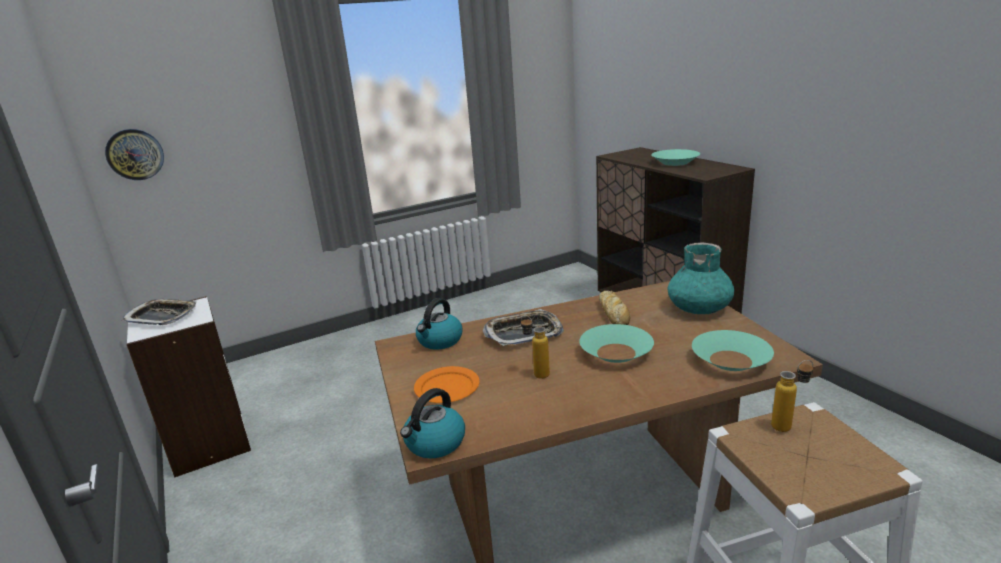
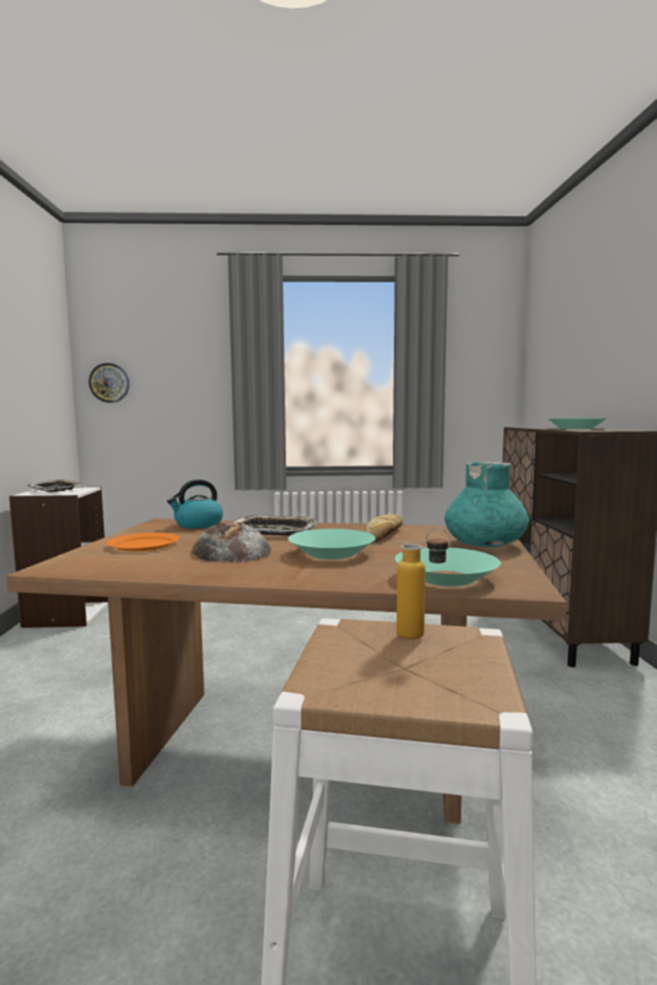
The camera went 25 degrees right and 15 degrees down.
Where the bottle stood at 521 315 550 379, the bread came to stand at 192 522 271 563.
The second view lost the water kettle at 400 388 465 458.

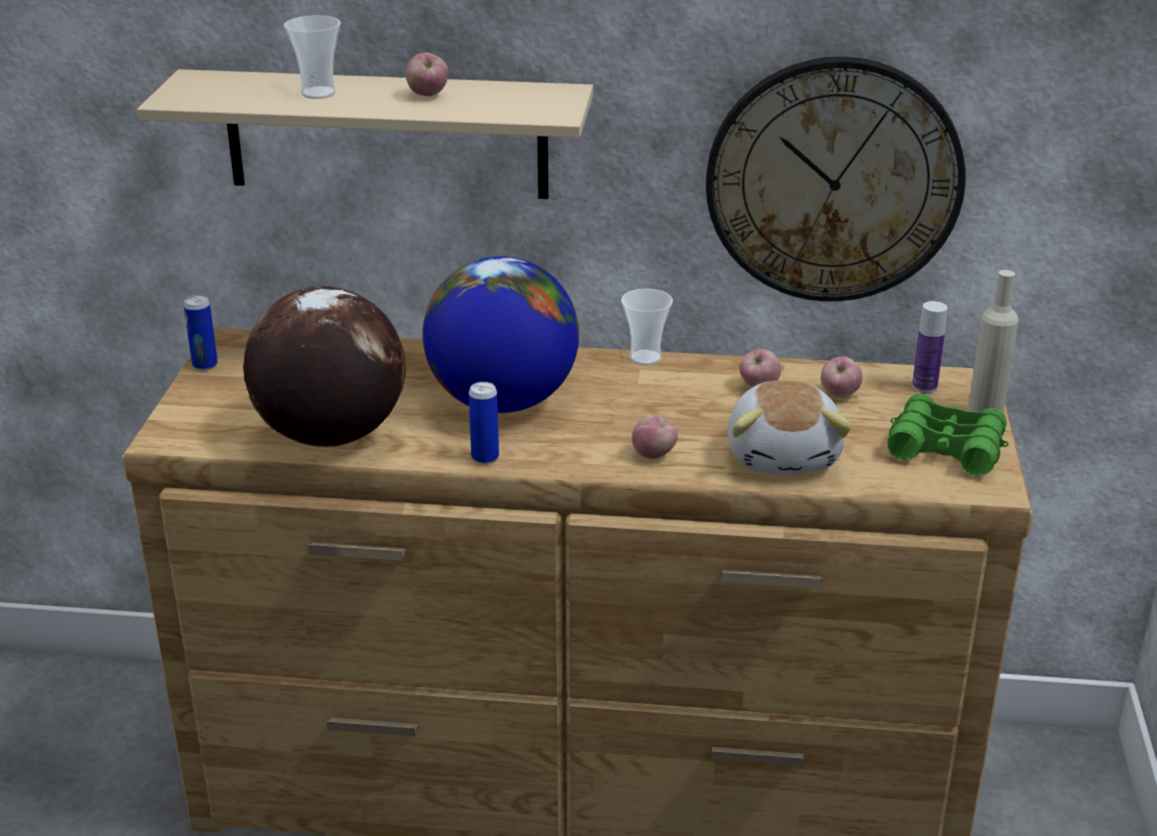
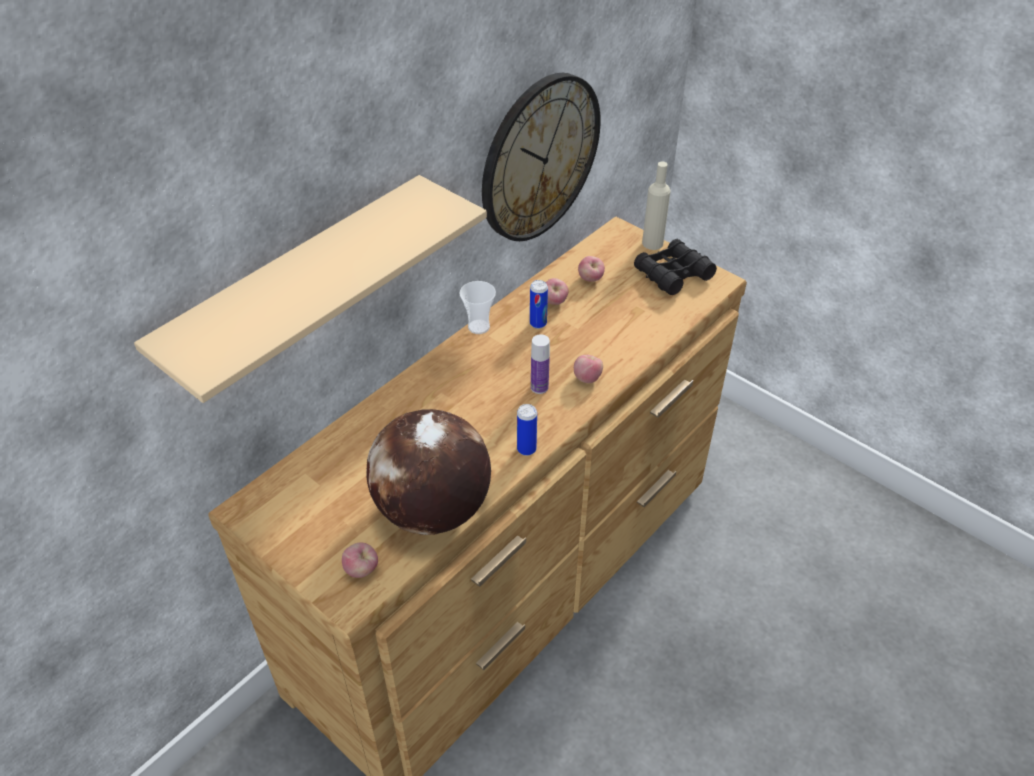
The camera went 55 degrees left and 15 degrees up.
The second view lost the cup at 284 15 341 99.
The whole apple ended up elsewhere, having gone from 406 53 449 96 to 342 543 378 578.
The second view lost the globe at 423 256 579 413.
The sealed can ended up elsewhere, having gone from 184 295 218 371 to 530 280 548 329.
The bottle ended up elsewhere, having gone from 912 301 948 393 to 531 334 550 394.
The second view lost the cuddly toy at 728 380 852 474.
What was the greenish binoculars at 887 394 1009 476 turned into the black-coloured binoculars at 634 239 717 295.

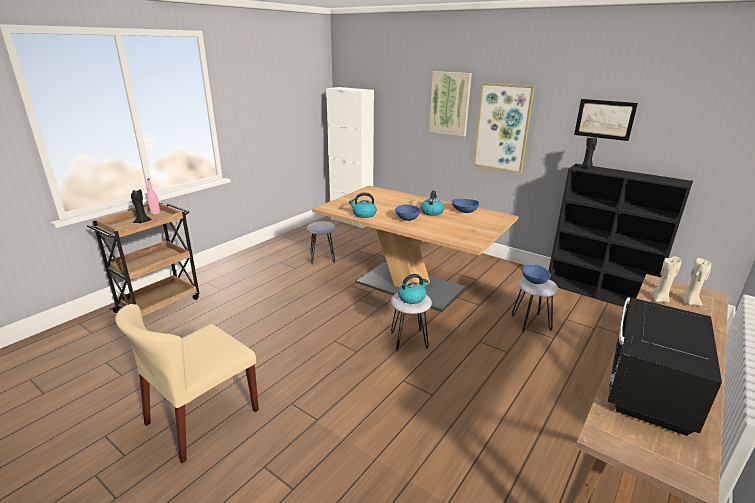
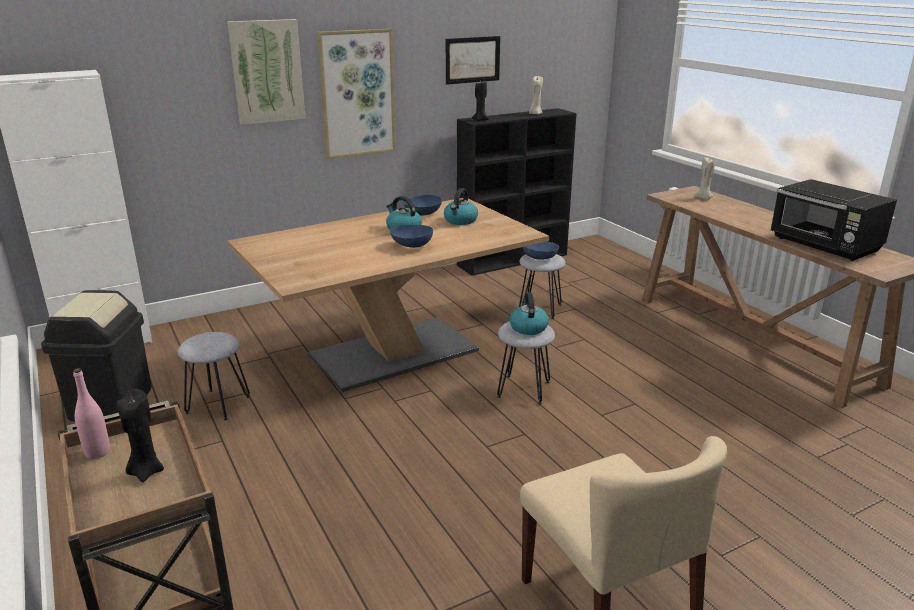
The camera went 65 degrees left and 0 degrees up.
The water kettle ended up elsewhere, having gone from 349 192 377 218 to 444 188 478 225.
The beige candle ended up elsewhere, having gone from 650 256 681 303 to 529 76 543 114.
The second view gained the black-coloured rubbish bin at 41 290 152 422.

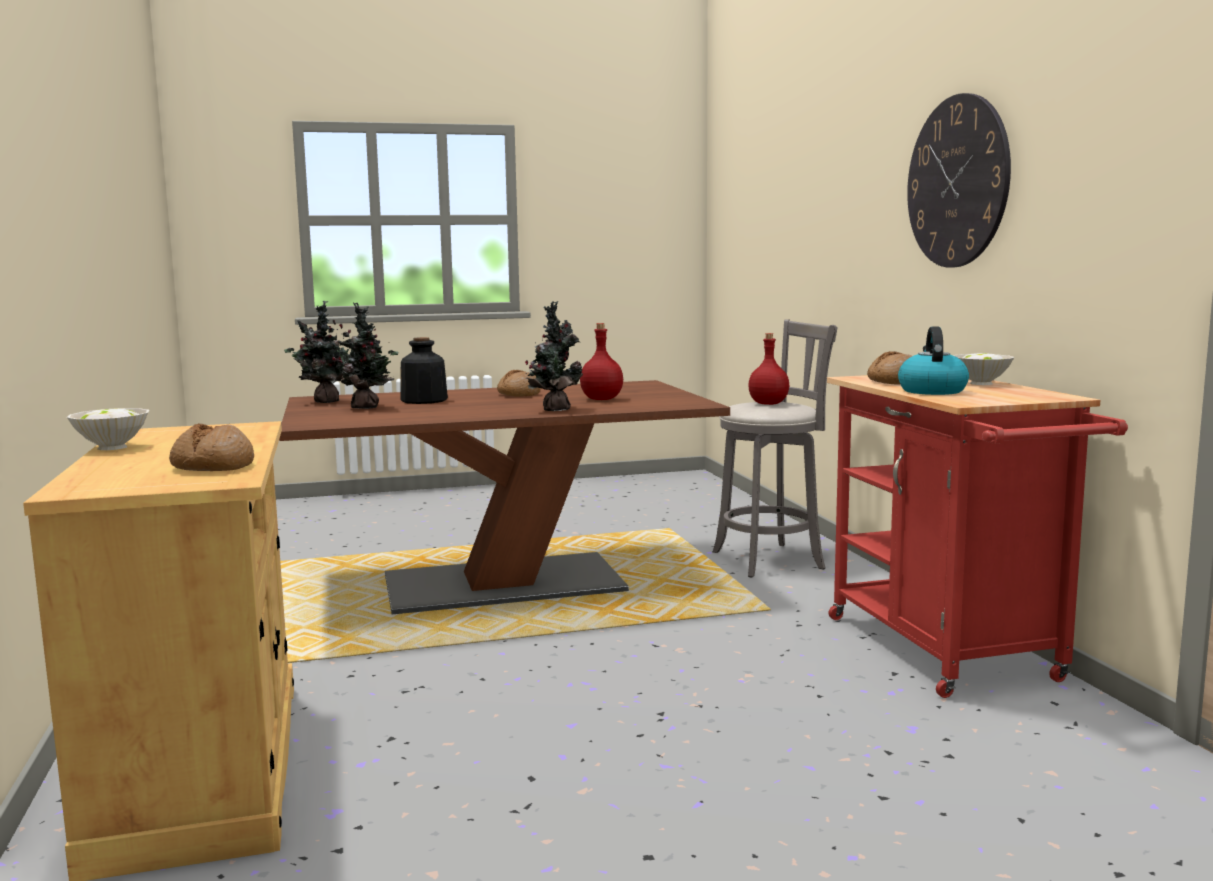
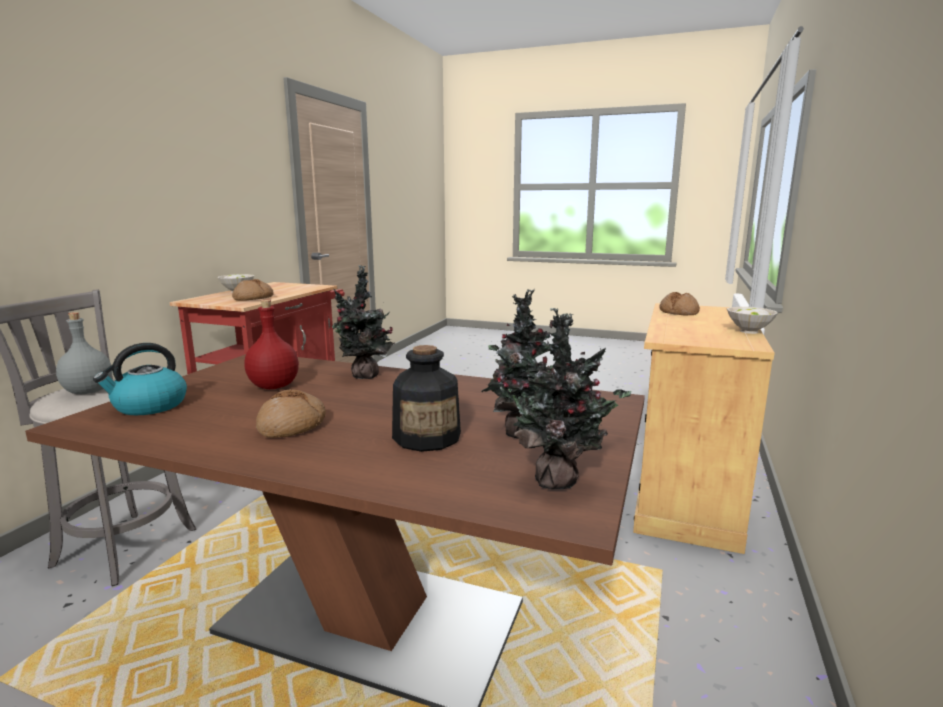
The camera went 145 degrees left and 5 degrees up.
The second view lost the clock on the wall at 907 93 1011 267.
The water kettle ended up elsewhere, having gone from 898 327 969 395 to 93 343 187 415.
What was the reddish bottle at 748 333 789 405 turned into the grey bottle at 56 312 112 394.

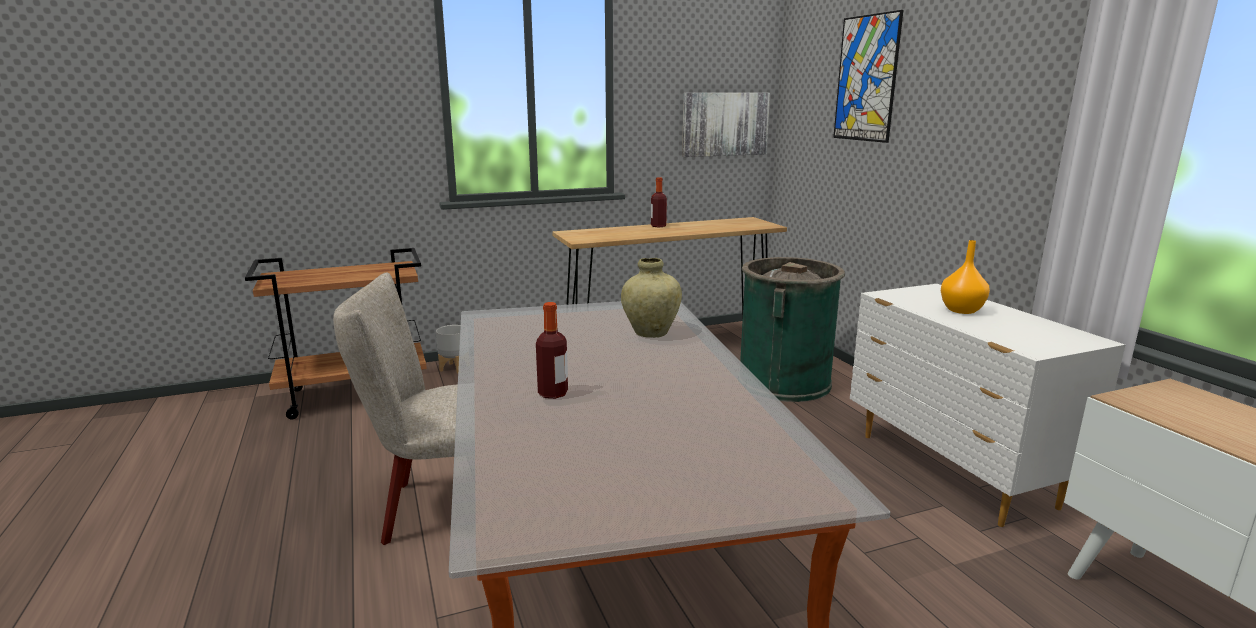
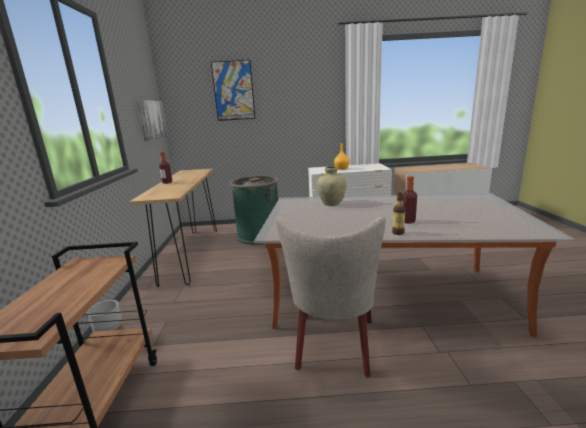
The camera went 70 degrees left and 0 degrees up.
The second view gained the bottle at 392 192 405 235.

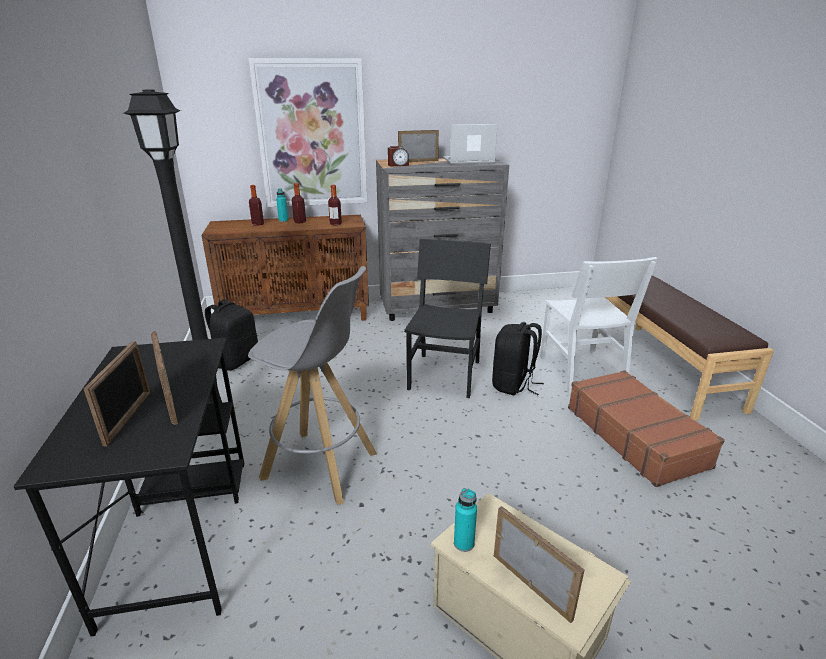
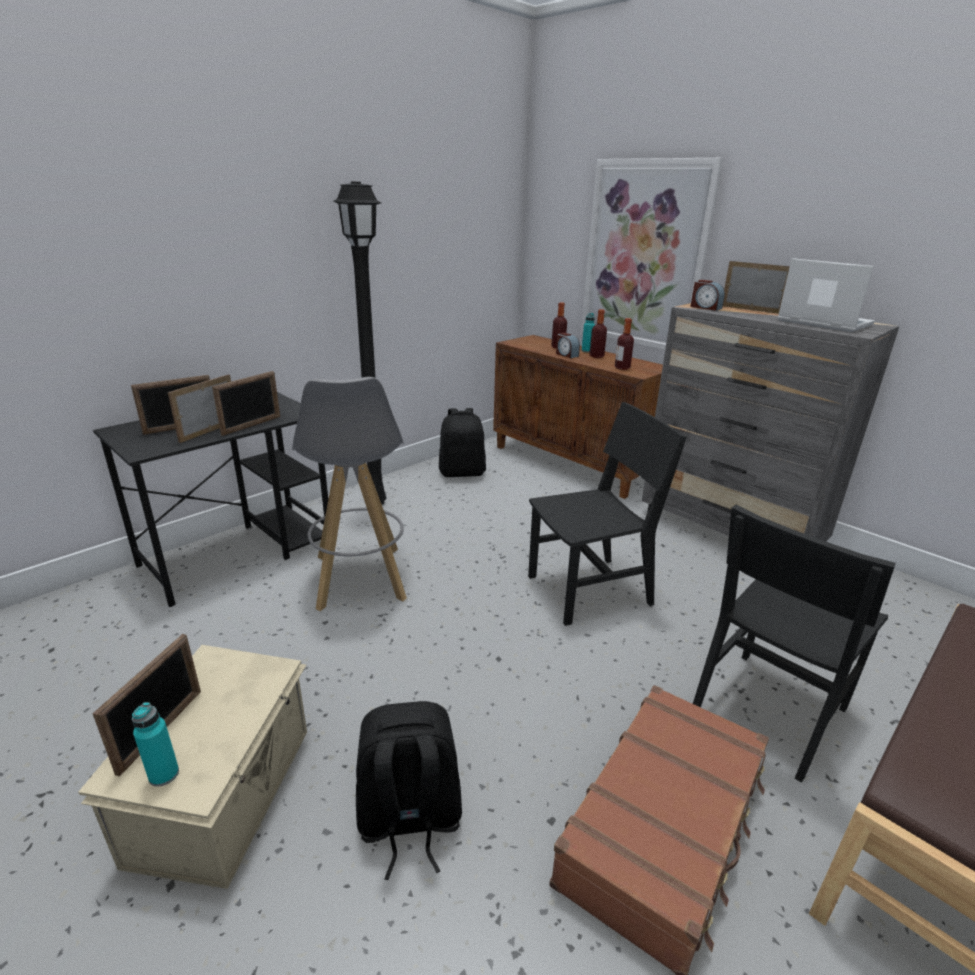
The camera went 55 degrees right and 0 degrees up.
What was the white-coloured upright chair at 540 257 658 393 turned into the black-coloured upright chair at 693 505 896 783.
The black-coloured rucksack ended up elsewhere, having gone from 492 322 544 395 to 356 701 462 880.
The turquoise-coloured bottle ended up elsewhere, having gone from 454 488 477 552 to 132 702 179 787.
The second view gained the bedside clock at 556 333 580 358.
The second view gained the standing frame at 212 371 280 436.

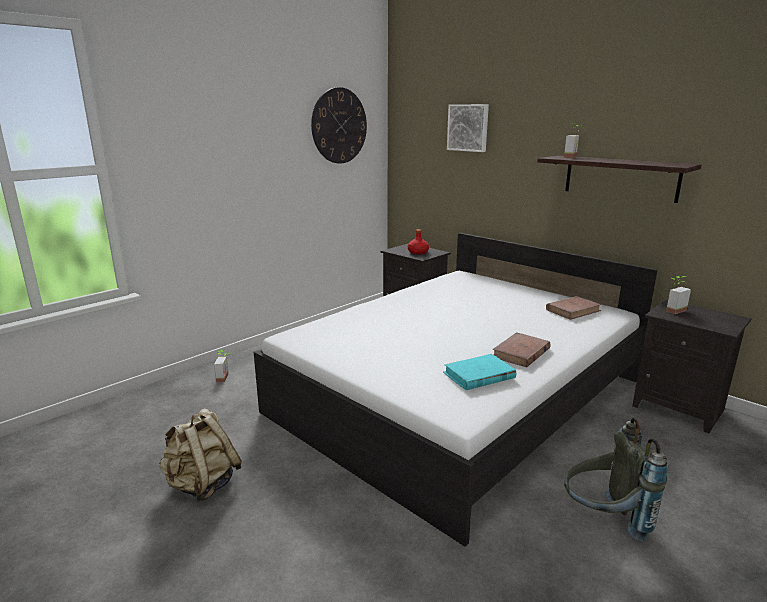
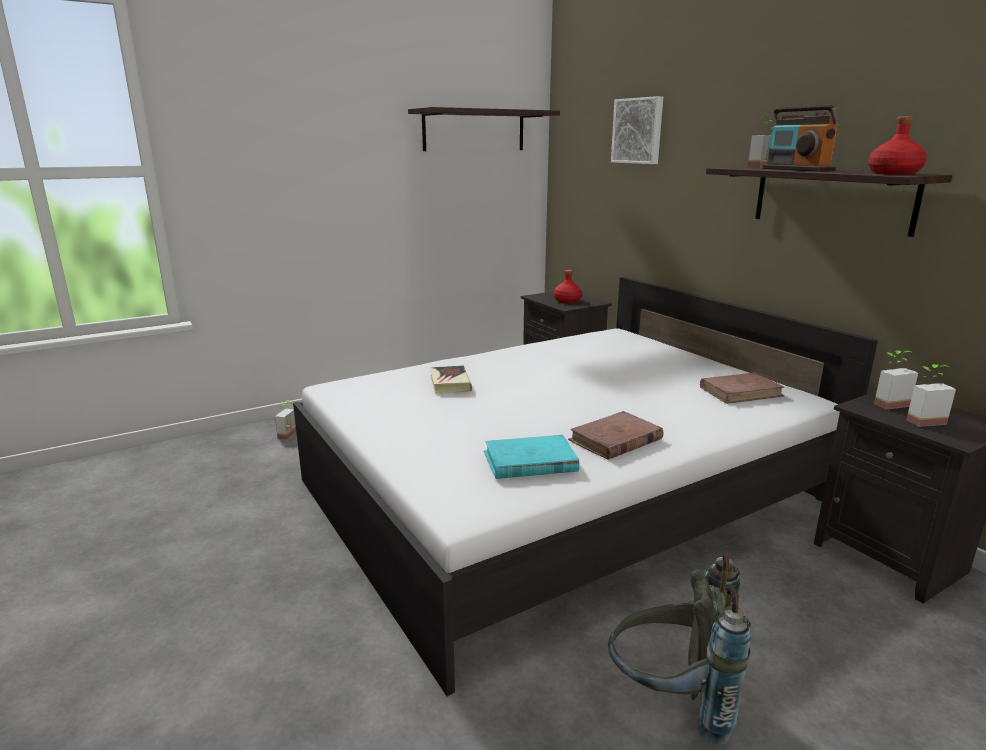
The camera went 15 degrees right and 0 degrees up.
Where the clock on the wall hung at 311 87 367 164, the wall shelf came to hang at 408 107 560 151.
The second view lost the beige rucksack at 159 408 242 502.
The second view gained the radio set at 762 105 839 172.
The second view gained the reddish bottle at 868 116 926 175.
The second view gained the potted plant at 906 364 956 427.
The second view gained the volume at 429 365 472 394.

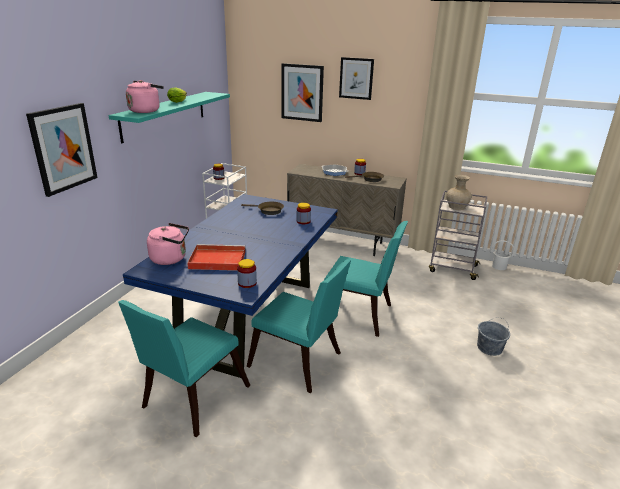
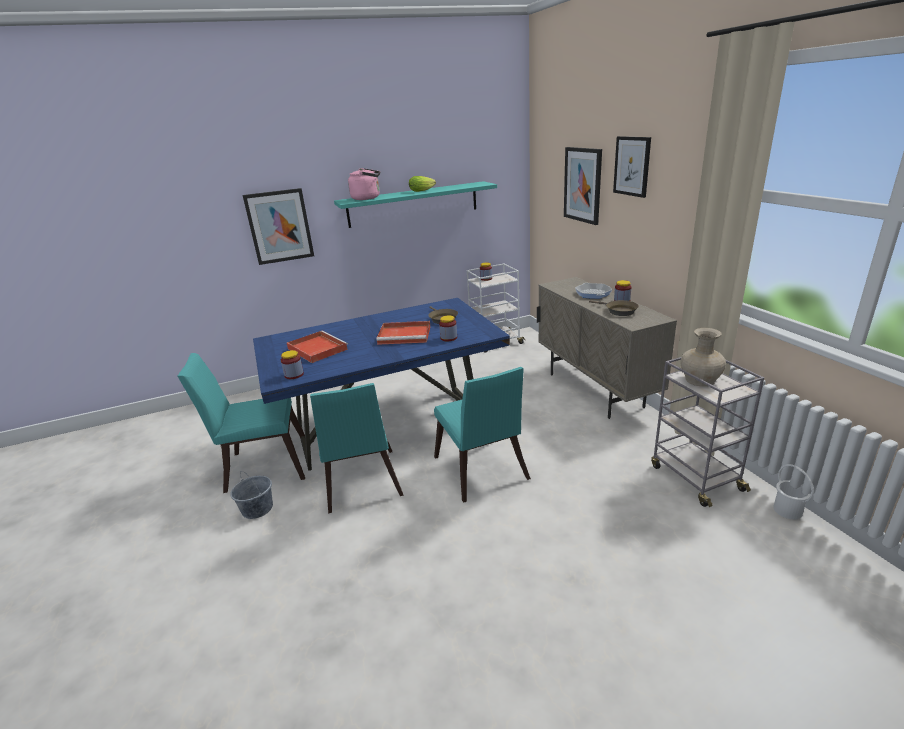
The camera went 50 degrees right and 0 degrees up.
The second view lost the pink water kettle at 147 223 189 265.
The grey bucket ended up elsewhere, having gone from 477 317 510 356 to 230 471 273 519.
The second view gained the reddish carrying tray at 377 321 430 345.

